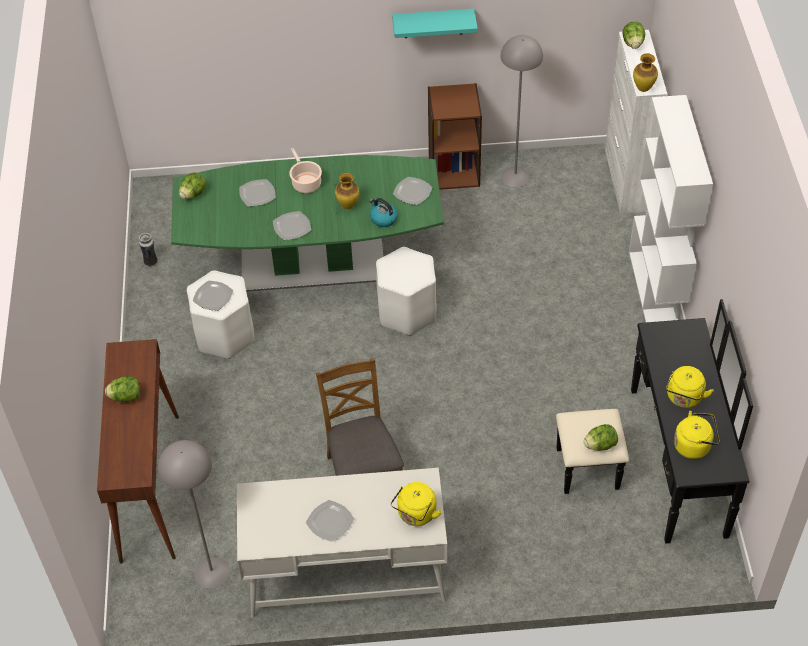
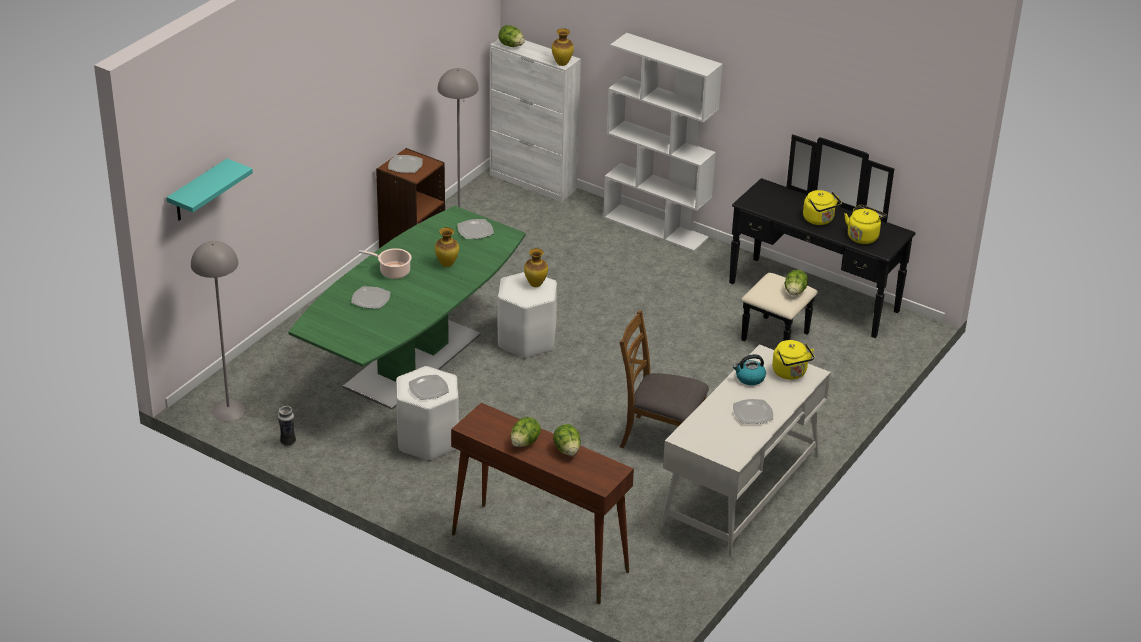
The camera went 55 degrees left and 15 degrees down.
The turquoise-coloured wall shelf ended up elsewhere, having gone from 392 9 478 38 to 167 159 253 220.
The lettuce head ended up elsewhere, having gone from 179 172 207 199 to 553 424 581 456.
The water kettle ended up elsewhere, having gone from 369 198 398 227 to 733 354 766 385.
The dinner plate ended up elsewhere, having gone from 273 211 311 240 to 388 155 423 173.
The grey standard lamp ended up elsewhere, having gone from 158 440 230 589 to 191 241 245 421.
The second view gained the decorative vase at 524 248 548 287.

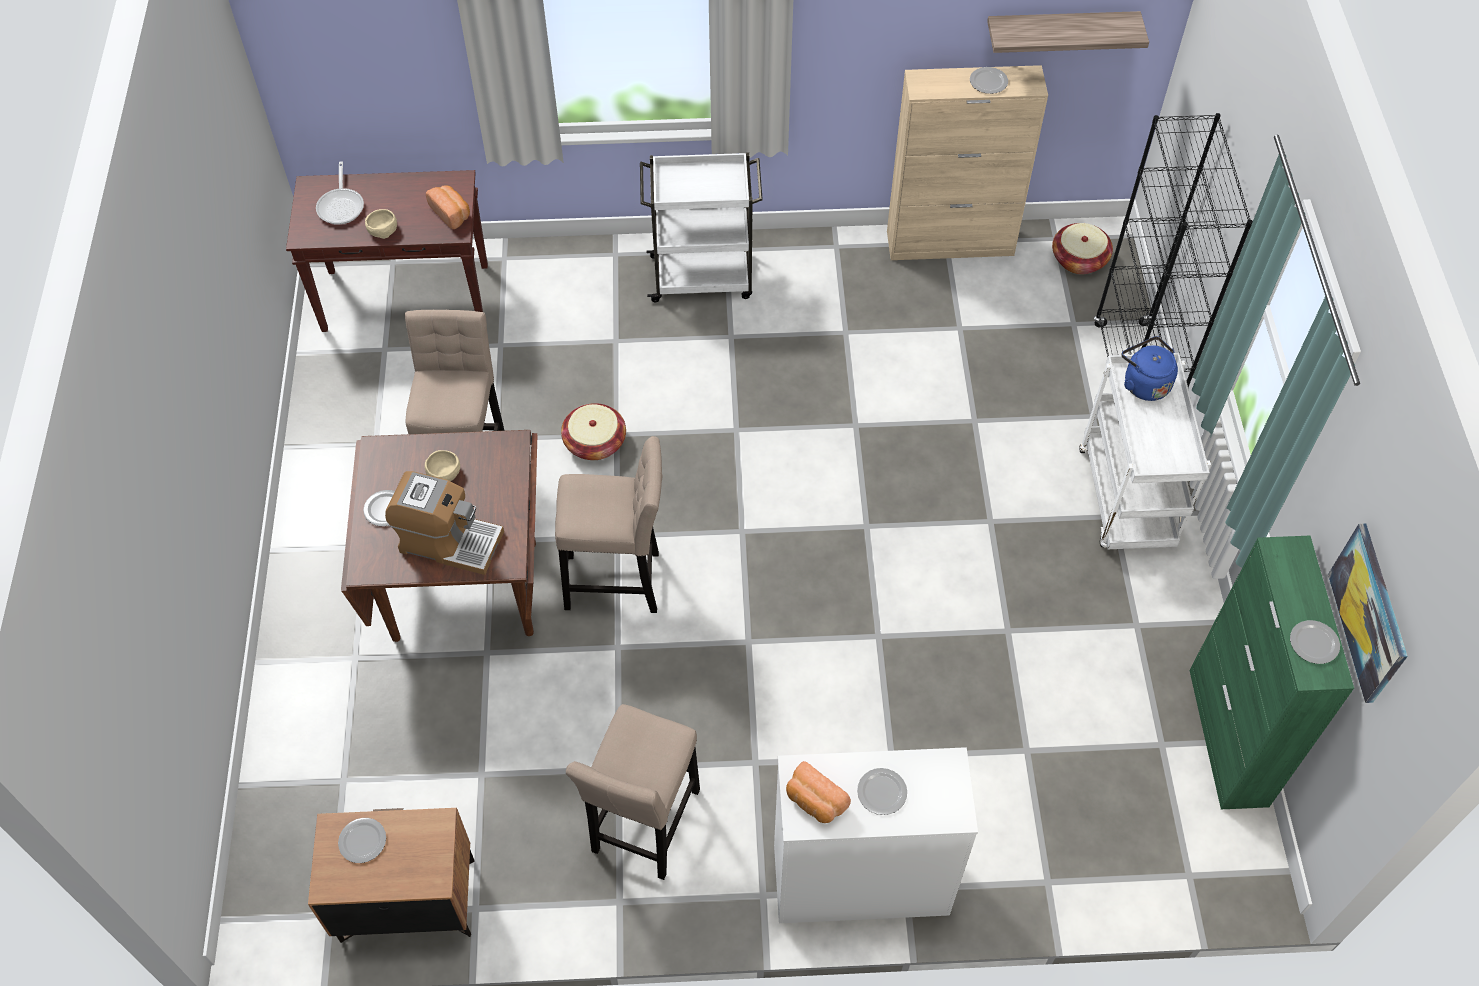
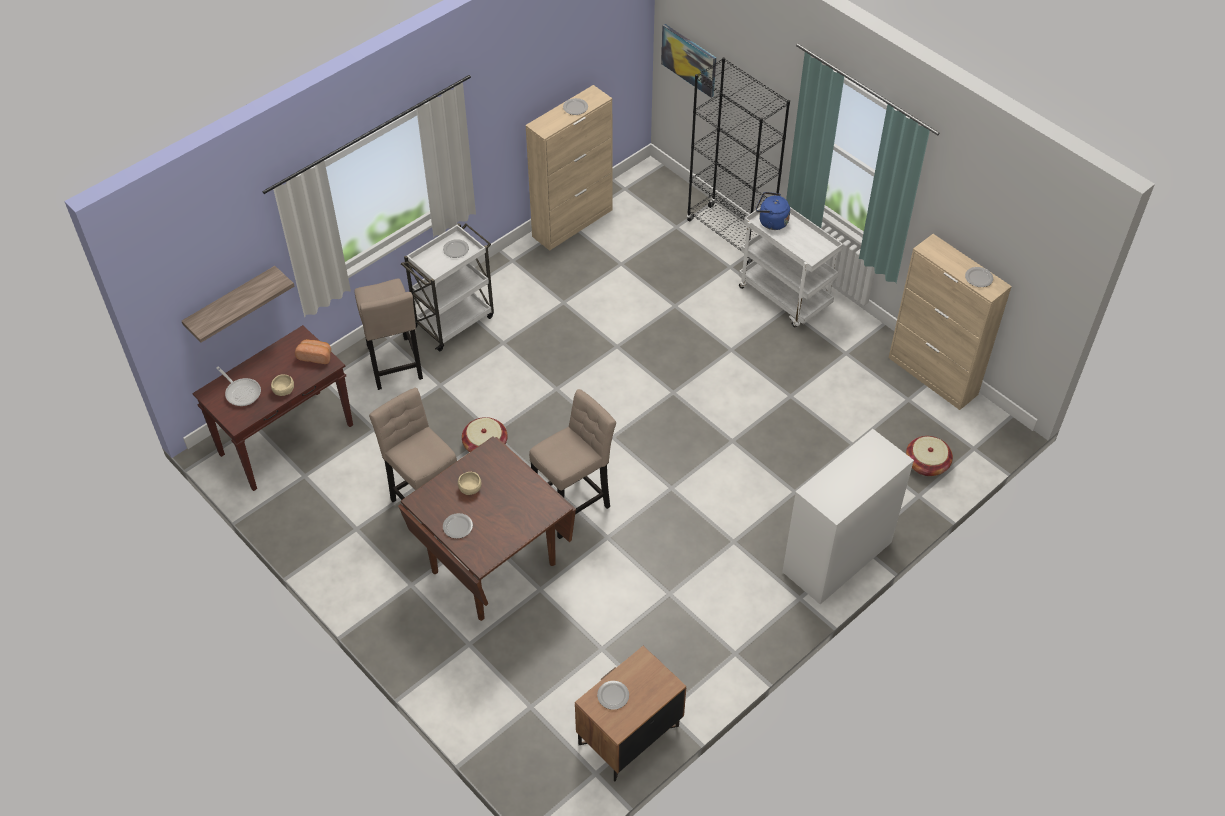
The camera went 40 degrees left and 5 degrees down.
The wall shelf ended up elsewhere, having gone from 987 11 1149 53 to 182 266 294 343.
The household basket ended up elsewhere, having gone from 1052 223 1113 275 to 906 436 953 476.
The second view lost the coffee machine at 385 471 504 575.
The wall art ended up elsewhere, having gone from 1328 524 1408 703 to 661 24 716 98.
What was the greenish cupboard at 1189 536 1354 810 turned into the beige cupboard at 889 234 1012 410.
The beige stool seat ended up elsewhere, having gone from 566 704 700 880 to 354 278 423 390.
The second view lost the bread at 786 761 851 823.
The dinner plate ended up elsewhere, having gone from 857 768 907 815 to 443 239 469 258.

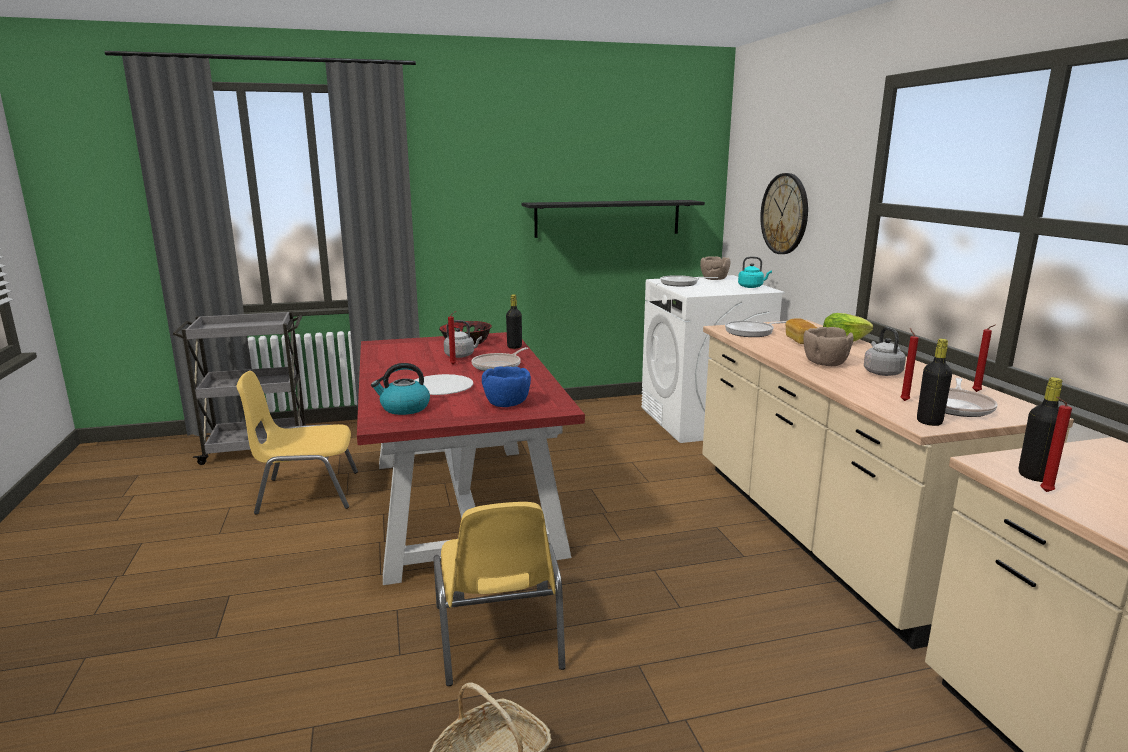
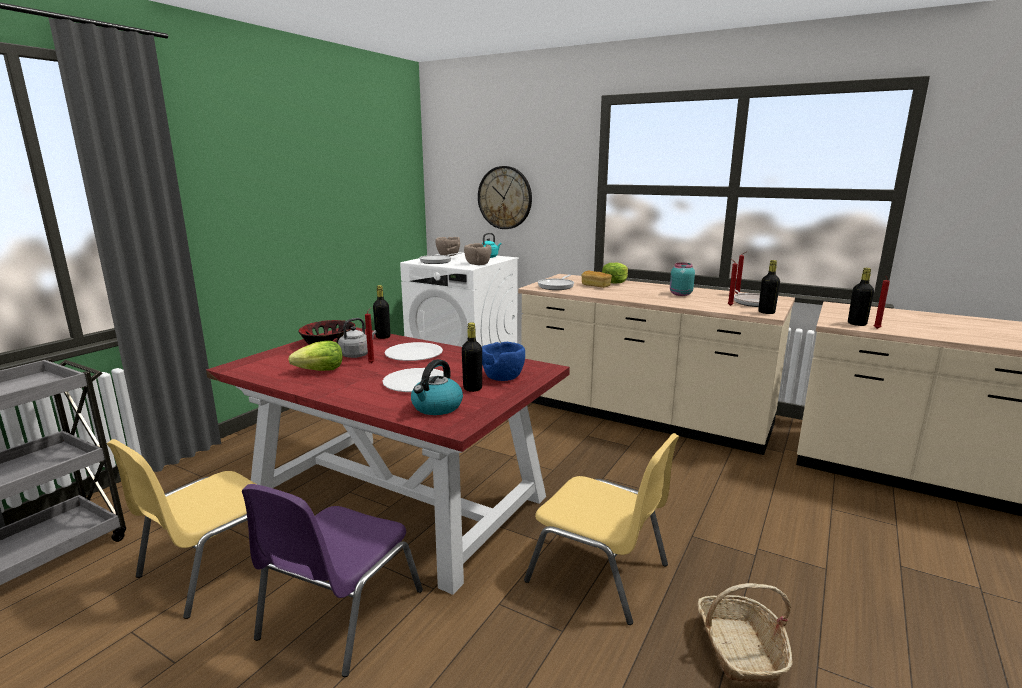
The camera went 45 degrees left and 0 degrees up.
The second view lost the black-coloured wall shelf at 521 200 705 238.
The brown-coloured deep dish ended up elsewhere, having gone from 803 327 853 366 to 464 243 492 265.
Where the grey water kettle stood at 864 327 906 376, the turquoise-coloured storage jar came to stand at 670 263 695 296.
Where the skillet stood at 471 347 528 371, the white-coloured dinner plate came to stand at 385 342 443 361.
The second view gained the black-coloured bottle at 462 322 482 392.
The second view gained the lettuce head at 288 341 343 371.
The second view gained the purple upright chair at 242 484 423 677.

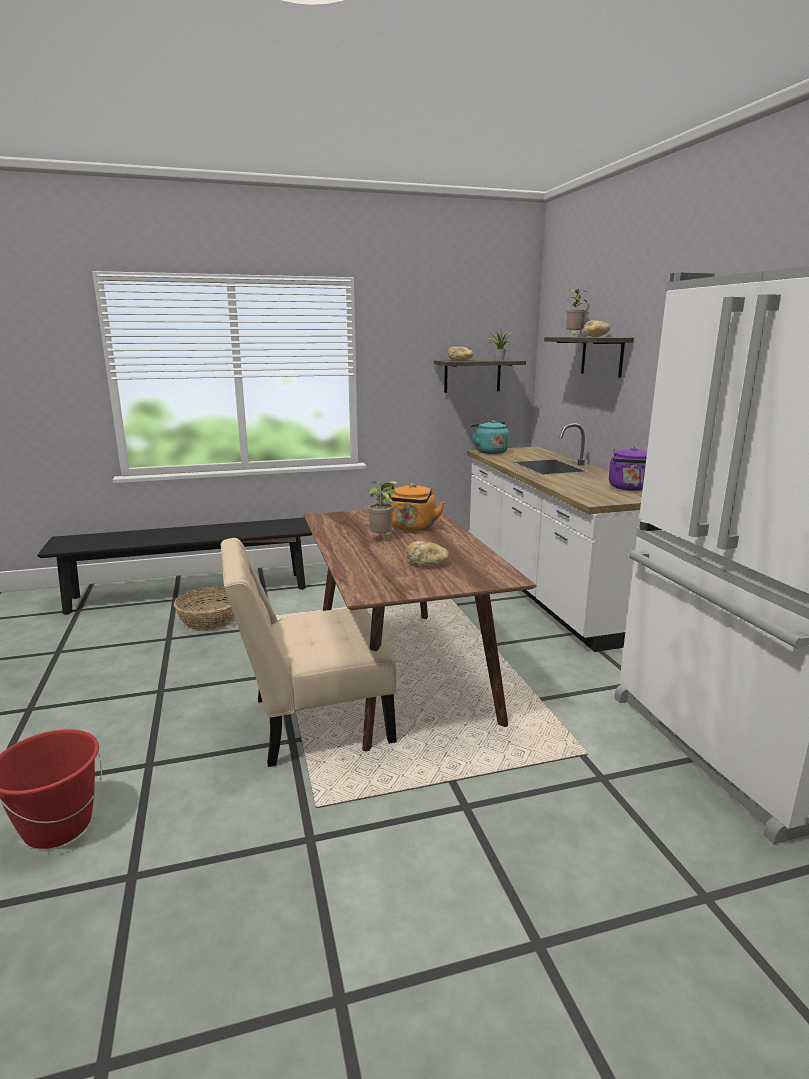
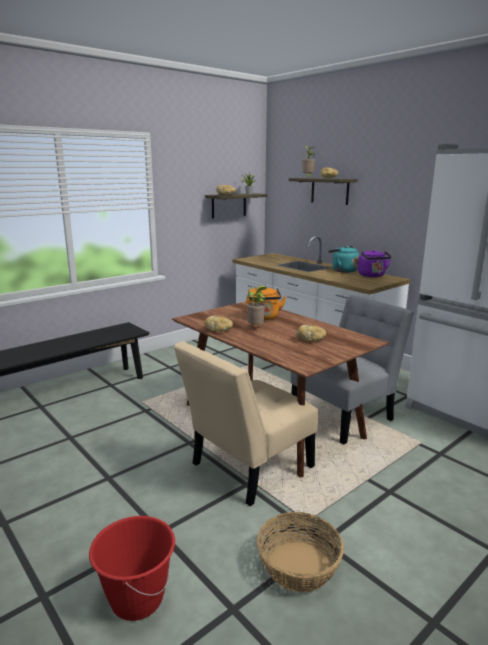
The camera went 25 degrees left and 0 degrees up.
The turquoise-coloured water kettle ended up elsewhere, having gone from 471 420 509 454 to 328 246 360 273.
The household basket ended up elsewhere, having gone from 174 587 235 631 to 257 512 344 592.
The second view gained the grey upright chair at 291 295 414 445.
The second view gained the bread at 204 316 233 332.

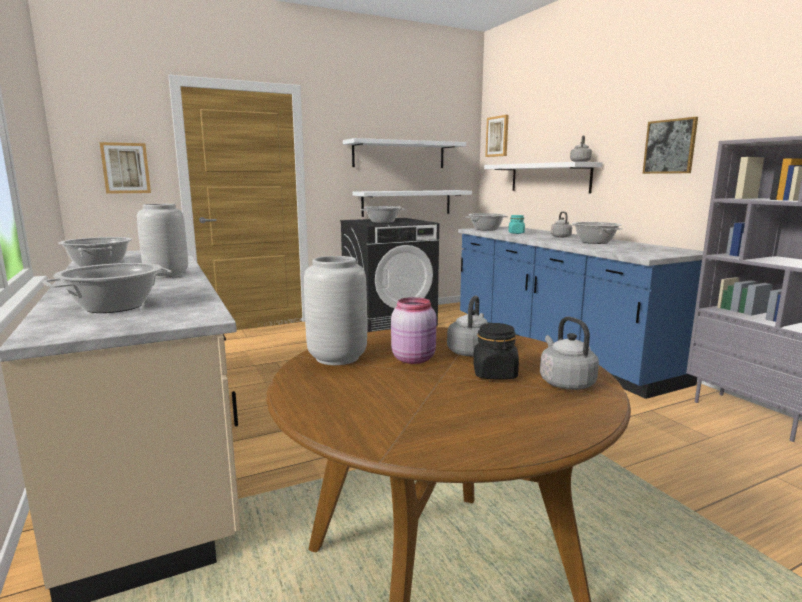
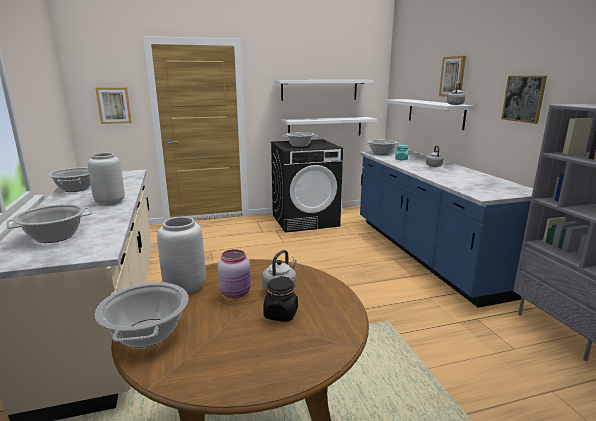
The camera went 10 degrees right and 5 degrees up.
The wall art ended up elsewhere, having gone from 485 115 509 157 to 439 56 466 97.
The stockpot ended up elsewhere, having gone from 572 222 623 244 to 95 282 189 348.
The second view lost the grey water kettle at 540 316 599 390.

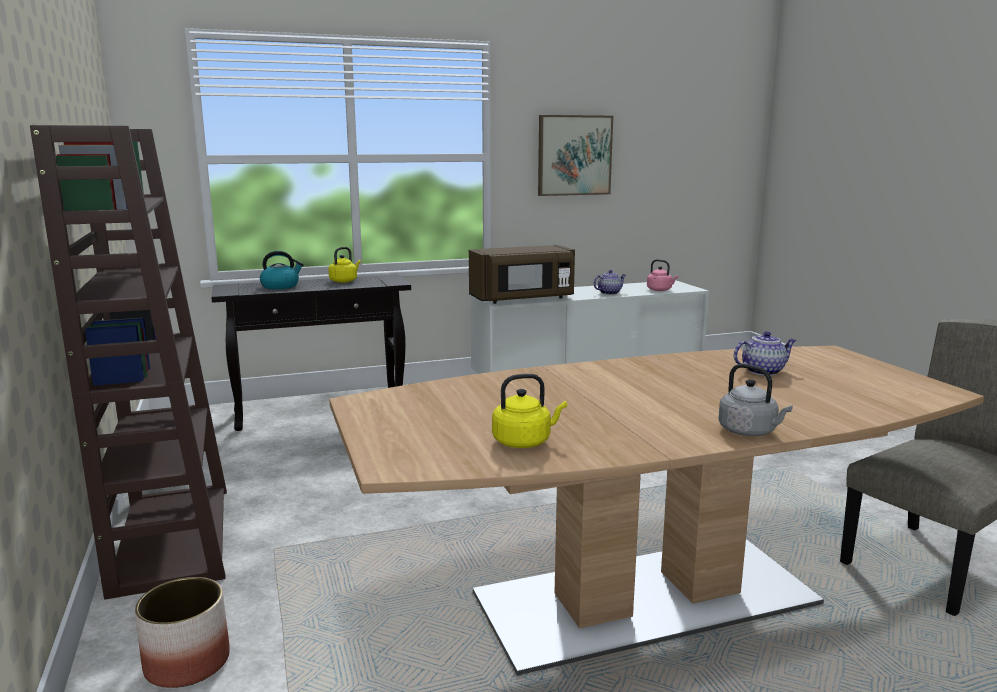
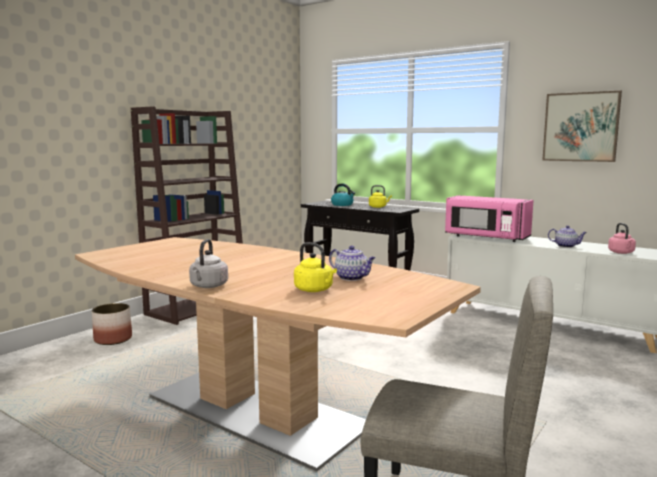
The camera went 55 degrees right and 5 degrees down.
What was the brown-coloured kitchen microwave at 469 245 575 304 turned into the pink kitchen microwave at 445 195 534 242.
The yellow water kettle ended up elsewhere, having gone from 492 374 567 448 to 294 242 337 292.

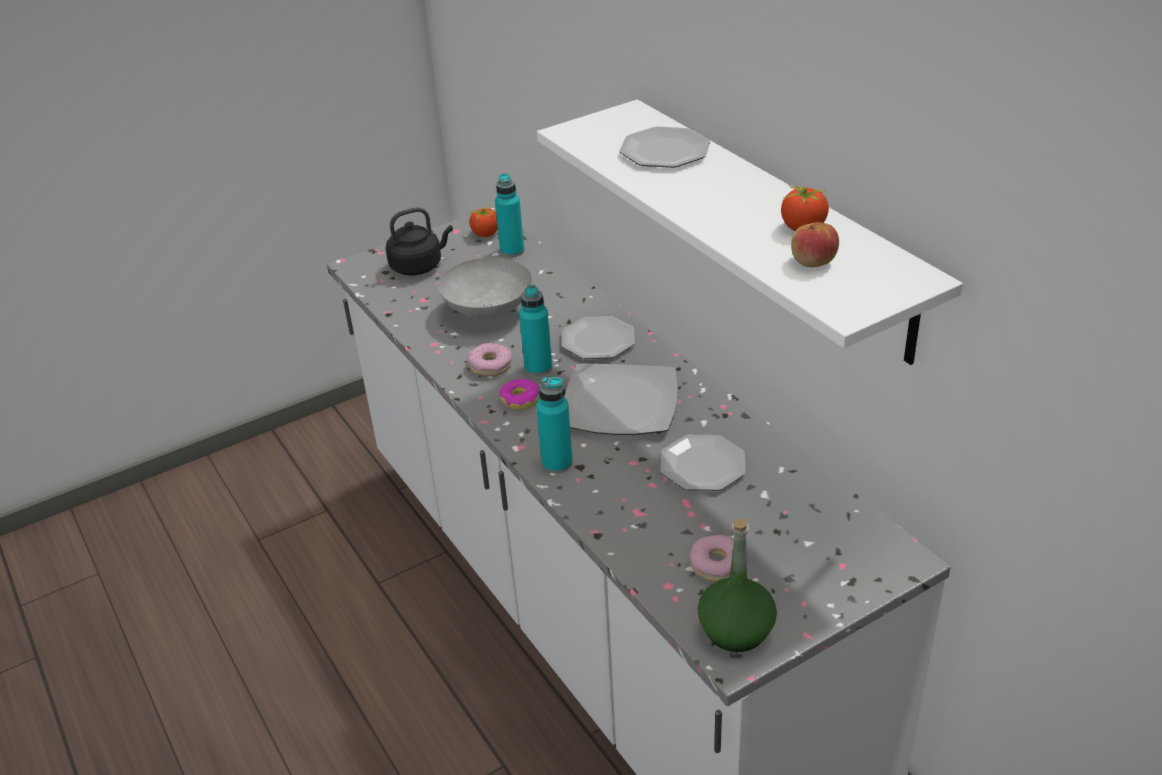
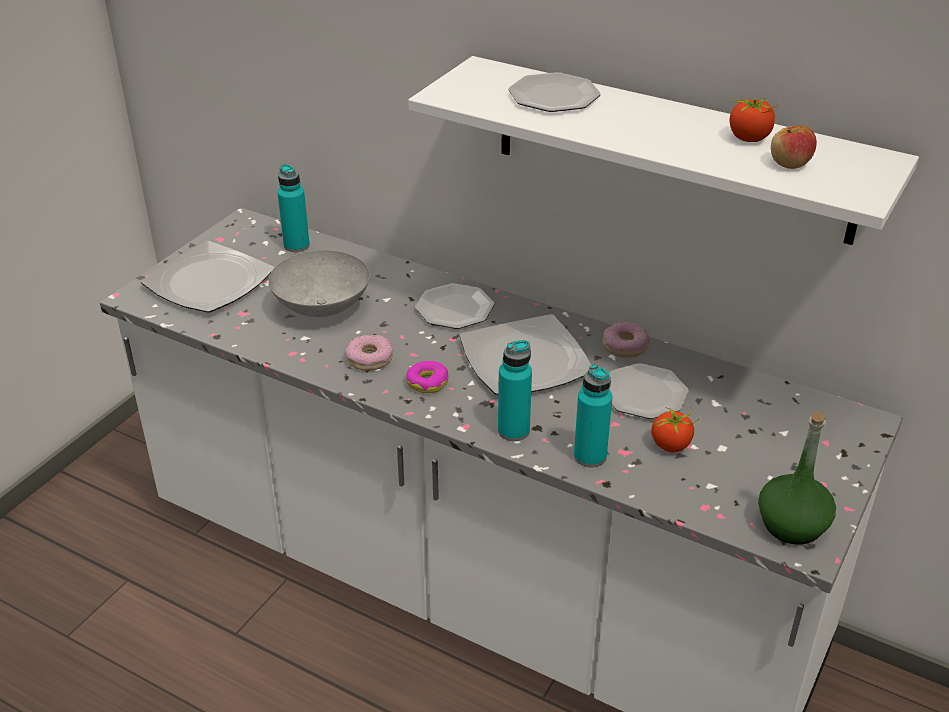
The camera went 30 degrees left and 0 degrees up.
The fresh tomato ended up elsewhere, having gone from 469 206 498 237 to 651 408 699 452.
Where the black-coloured water kettle stood at 386 207 453 276, the dinner plate came to stand at 141 241 274 313.
The turquoise-coloured bottle ended up elsewhere, having gone from 519 285 552 376 to 574 364 612 467.
The doughnut ended up elsewhere, having gone from 689 535 734 582 to 603 322 650 358.

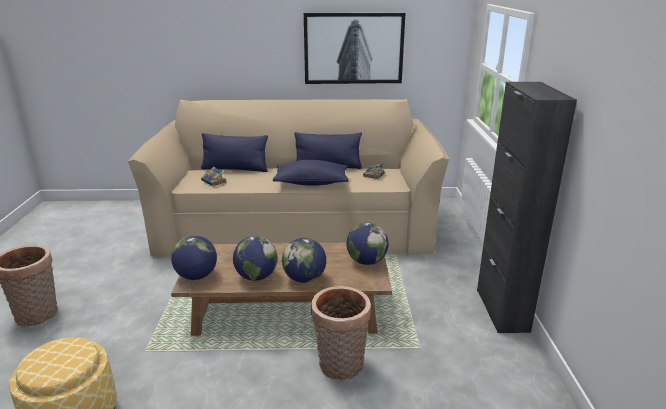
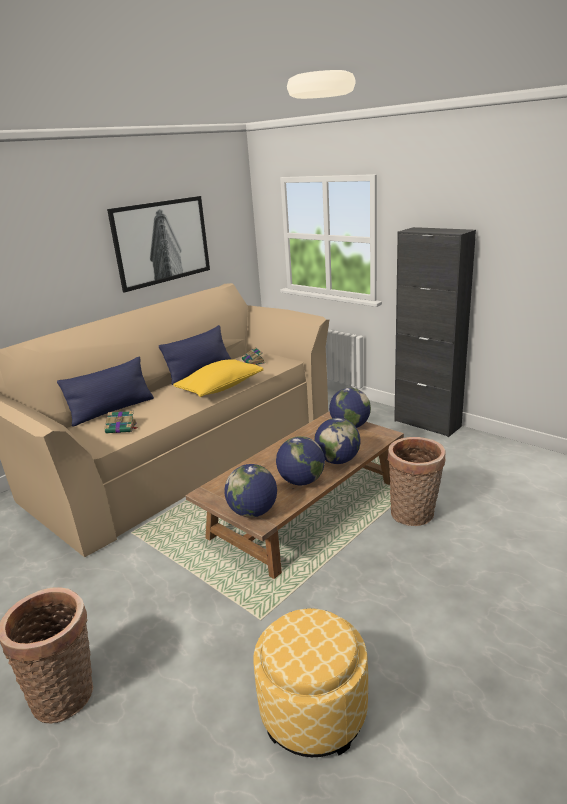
The camera went 45 degrees left and 0 degrees up.
What was the bluish cushion at 273 160 349 186 turned into the yellow cushion at 173 359 264 397.

